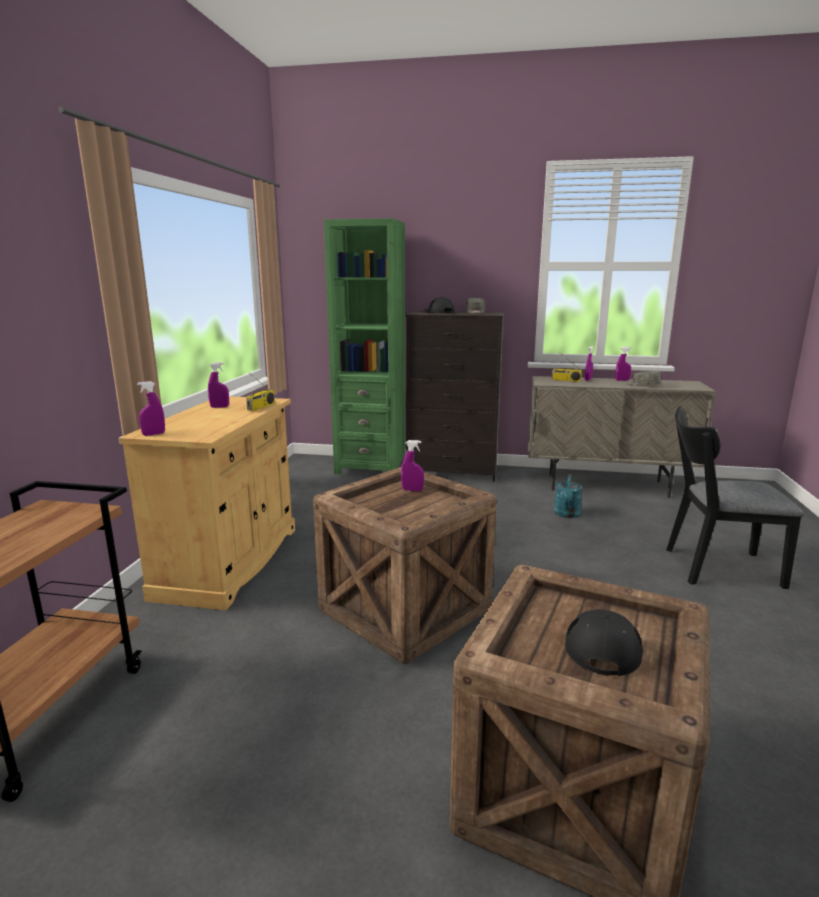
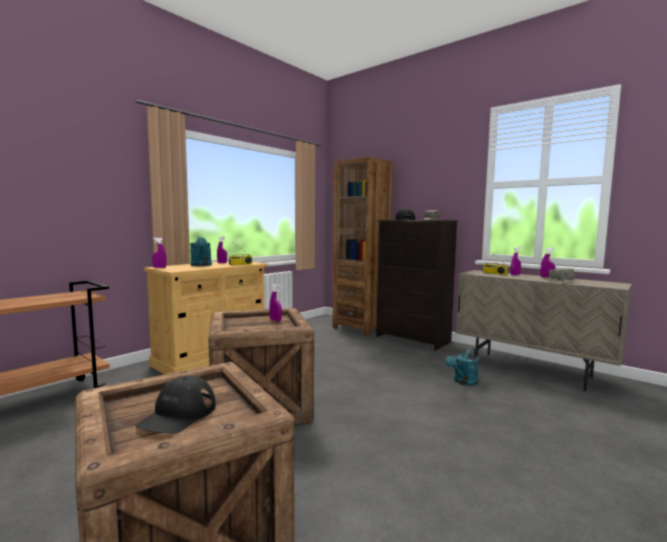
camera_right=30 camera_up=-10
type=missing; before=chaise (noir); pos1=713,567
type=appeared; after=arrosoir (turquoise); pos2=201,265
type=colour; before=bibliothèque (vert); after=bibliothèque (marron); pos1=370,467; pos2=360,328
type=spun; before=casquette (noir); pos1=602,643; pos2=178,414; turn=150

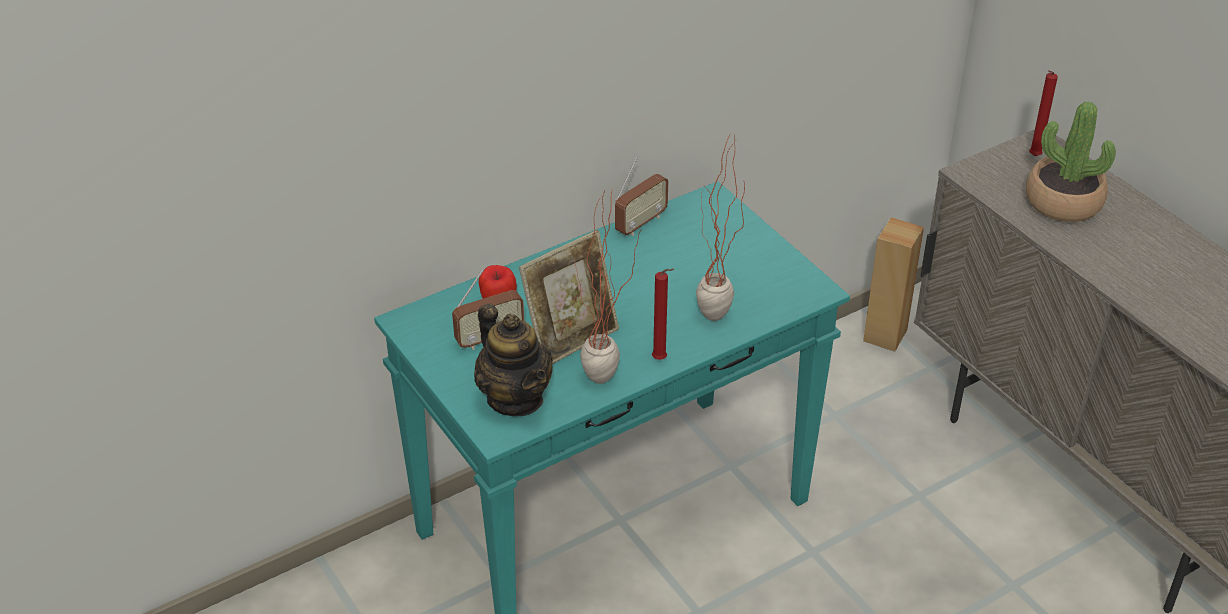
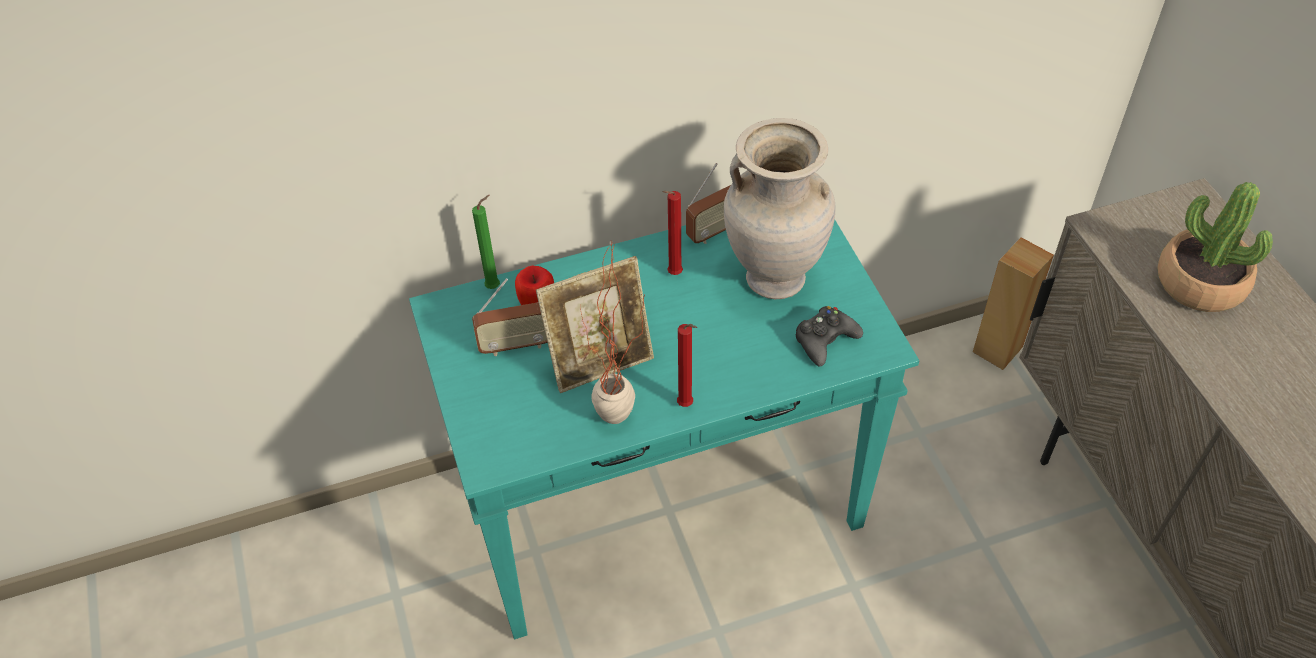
camera_right=15 camera_up=10
type=missing; before=théière; pos1=515,398
type=missing; before=plante en pot; pos1=714,324
type=appeared; after=bougie (vert); pos2=495,286
type=appeared; after=vase (beige); pos2=774,278
type=appeared; after=manette (noir); pos2=825,340
type=relocated; before=bougie (rouge); pos1=1033,157; pos2=672,274

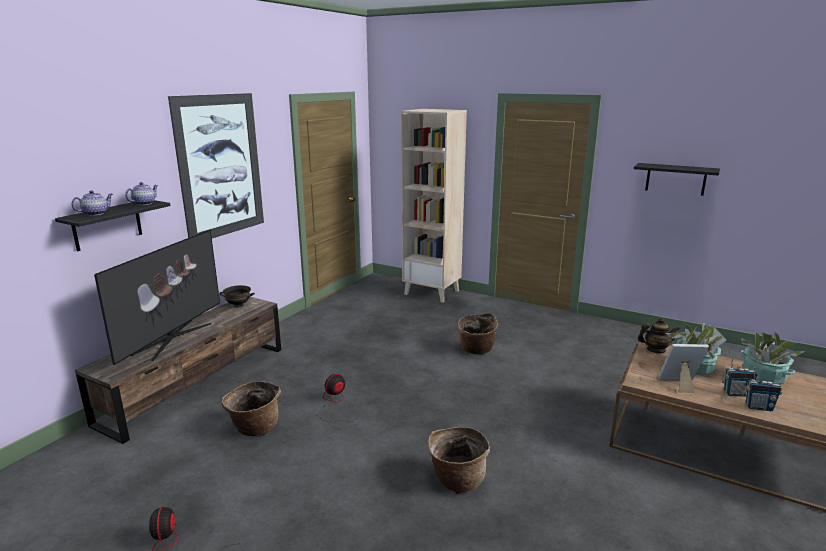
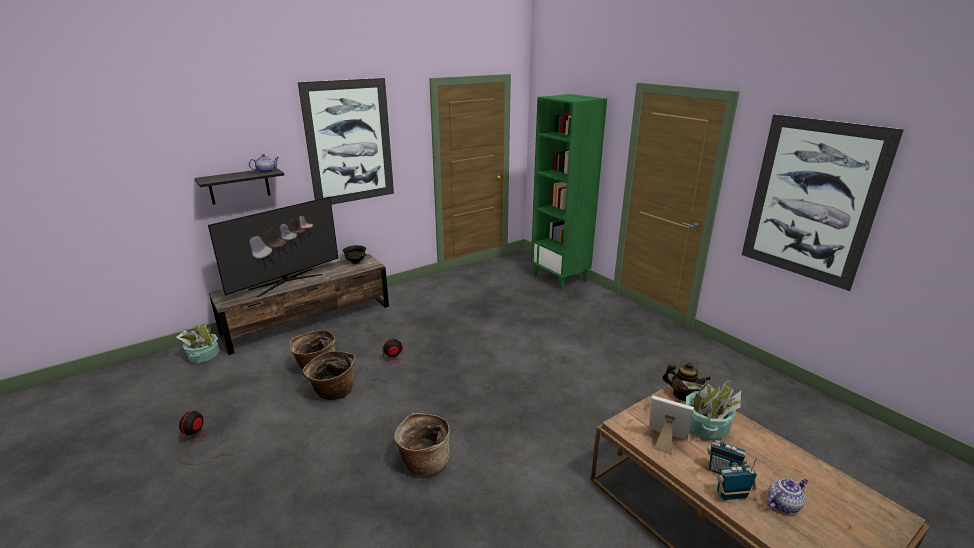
camera_right=25 camera_up=5
type=relocated; before=théière; pos1=96,213; pos2=783,504
type=relocated; before=panier; pos1=476,350; pos2=333,392
type=relocated; before=plante en pot; pos1=762,377; pos2=204,356
type=exchanged; before=étagère (noir); after=tableau; pos1=675,179; pos2=811,200
type=colour; before=bibliothèque (beige); after=bibliothèque (vert); pos1=432,292; pos2=560,278
type=spun; before=radio; pos1=758,407; pos2=732,495; turn=135

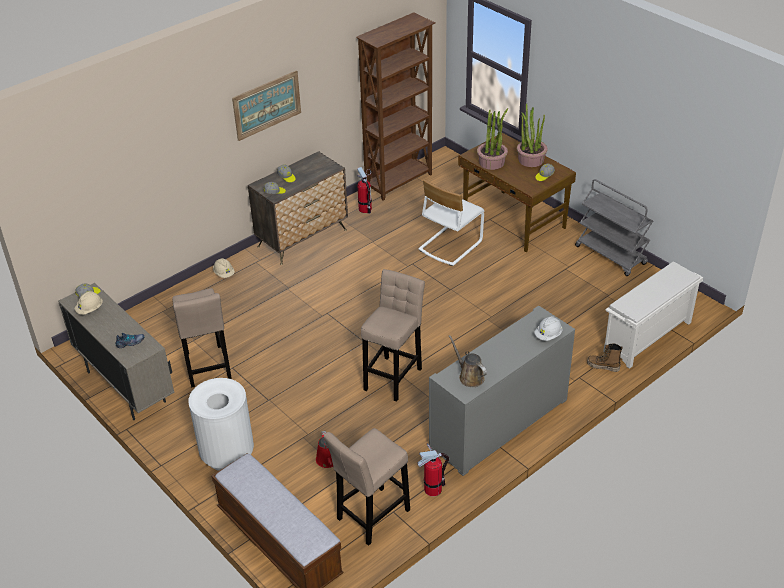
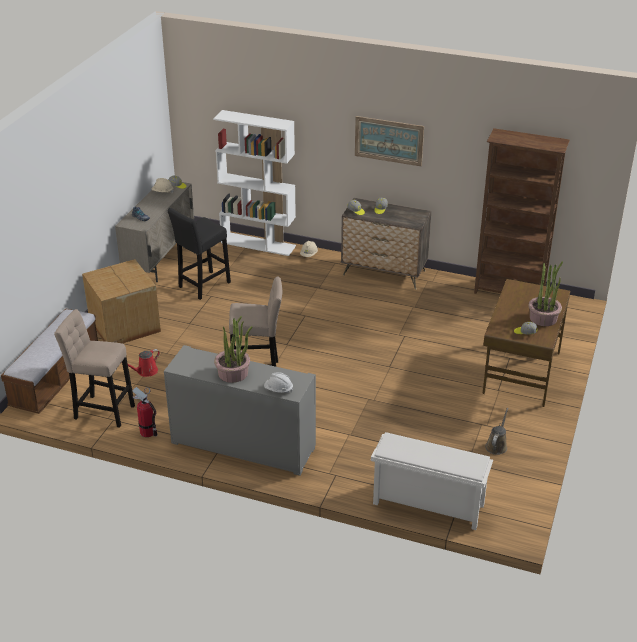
camera_right=60 camera_up=-5
type=missing; before=extincteur; pos1=365,209
type=missing; before=chaise (blanc); pos1=450,245
type=missing; before=chariot (gris); pos1=611,255
type=missing; before=botte; pos1=603,366
type=appeared; after=bibliothèque (blanc); pos2=259,244
type=relocated; before=arrosoir (marron); pos1=469,376; pos2=496,445
type=relocated; before=plante en pot; pos1=492,162; pos2=233,373
type=exchanged; before=poubelle (blanc); after=carton; pos1=227,454; pos2=124,326
type=colour; before=tabouret (beige); after=tabouret (noir); pos1=207,368; pos2=202,286

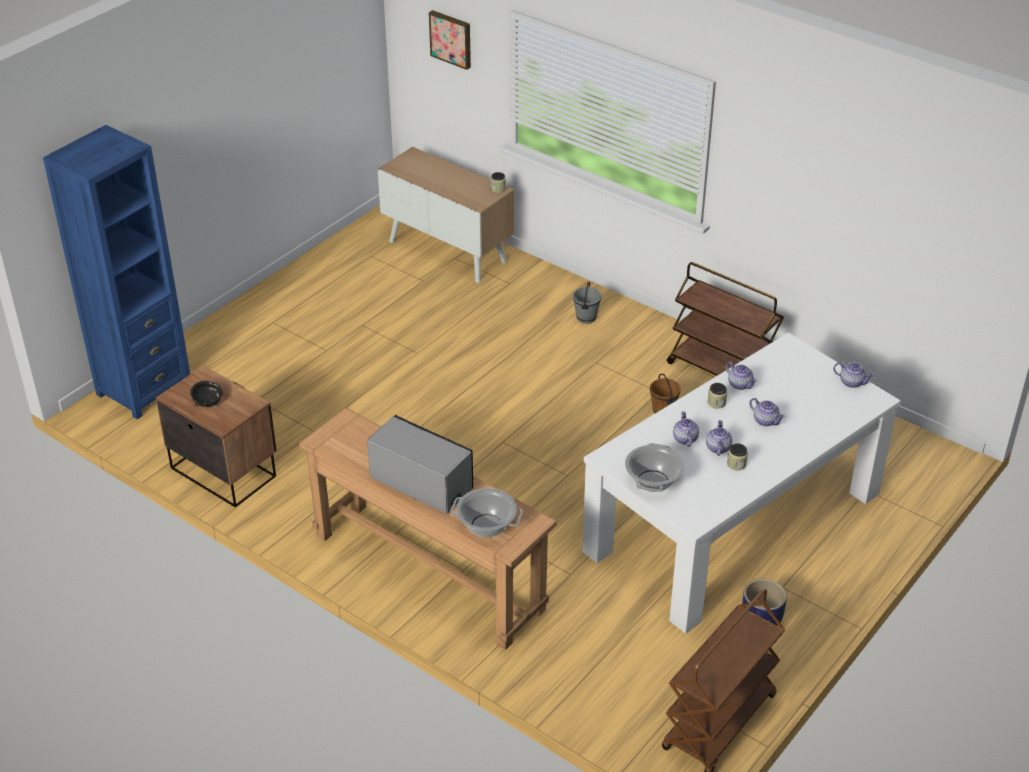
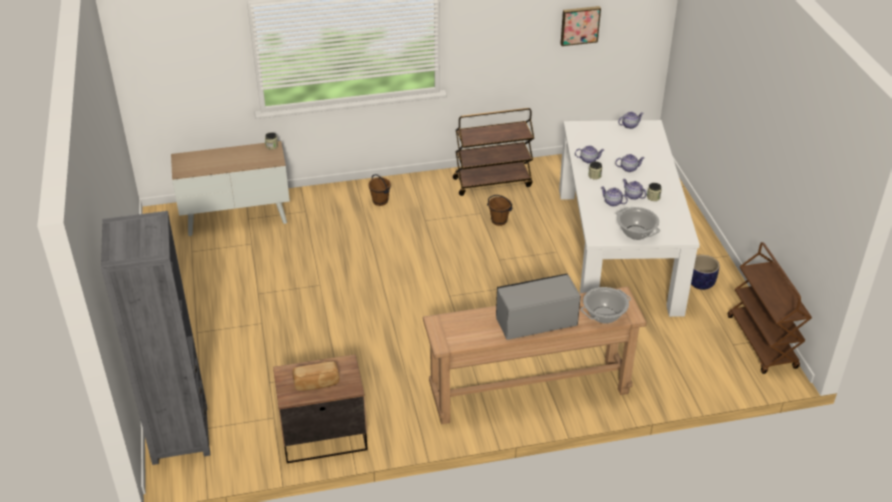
camera_right=-50 camera_up=0
type=relocated; before=tableau; pos1=451,39; pos2=579,25
type=exchanged; before=bol (noir); after=pain; pos1=207,401; pos2=316,383
type=colour; before=bibliothèque (bleu); after=bibliothèque (gris); pos1=144,388; pos2=180,434
type=colour; before=seau (gris); after=seau (marron); pos1=586,318; pos2=380,201

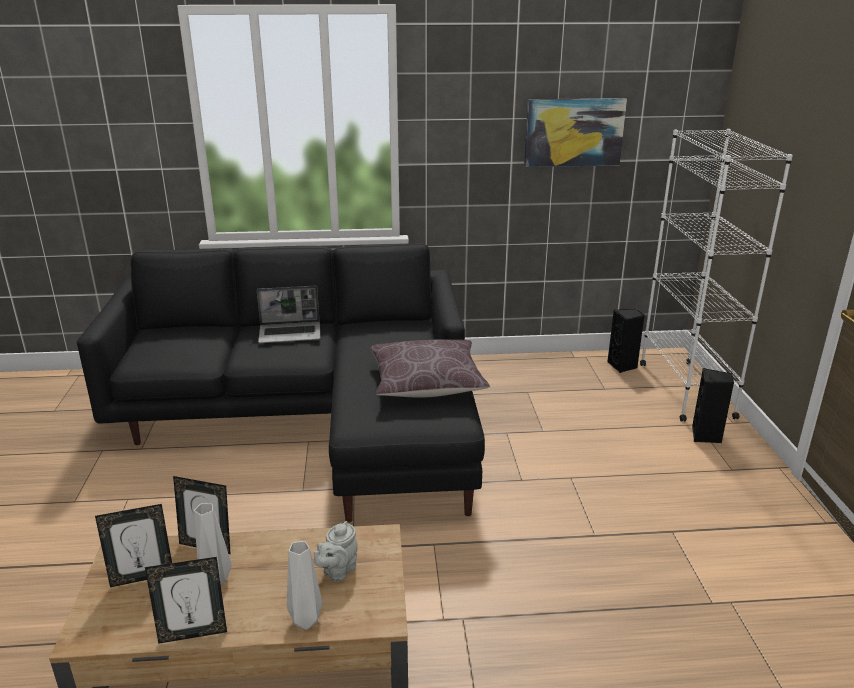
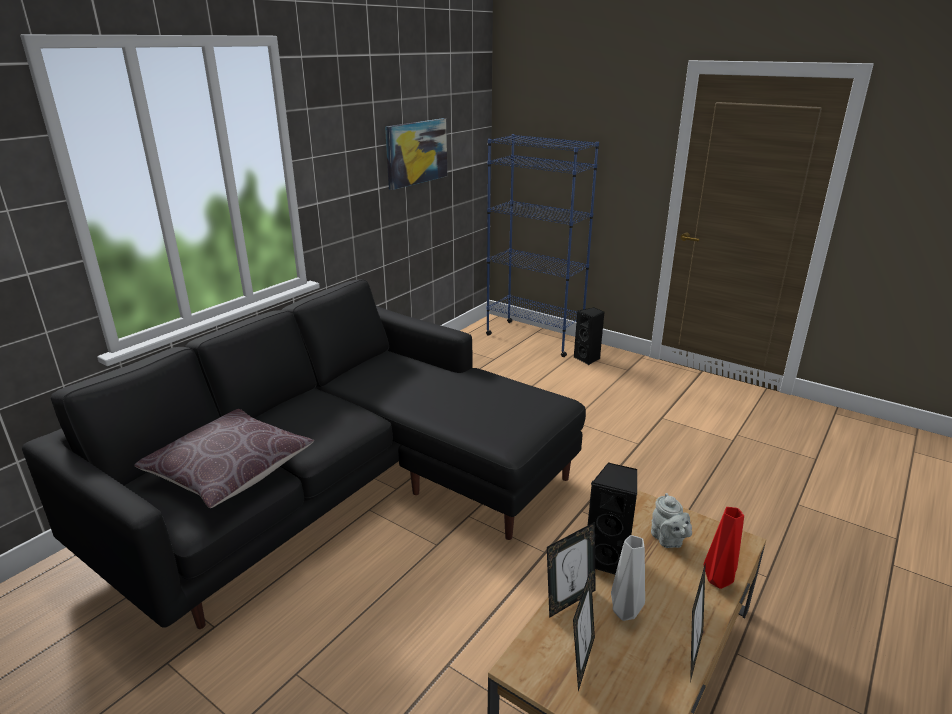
camera_right=-50 camera_up=0
type=missing; before=ordinateur portable; pos1=291,333
type=relocated; before=coussin (marron); pos1=427,383; pos2=230,471
type=relocated; before=enceinte (noir); pos1=623,366; pos2=608,559
type=colour; before=vase (gris); after=vase (rouge); pos1=307,622; pos2=719,580
type=colour; before=bibliothèque (blanc); after=bibliothèque (bleu); pos1=685,389; pos2=534,338

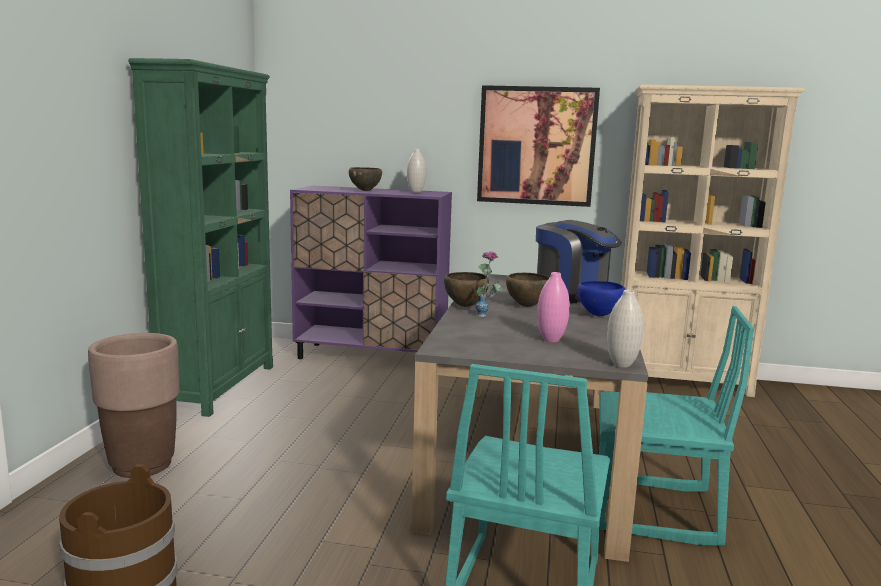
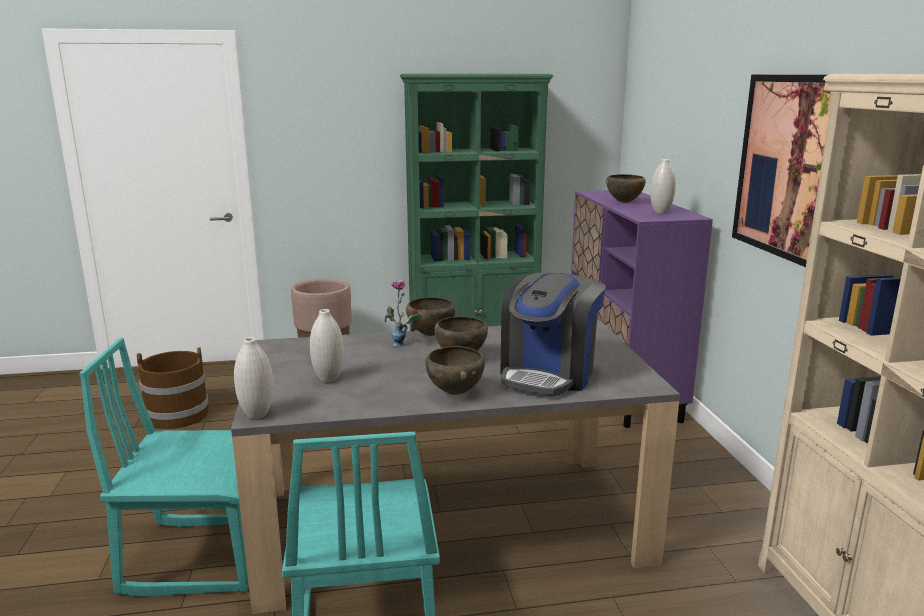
camera_right=70 camera_up=5
type=colour; before=vase (rose); after=vase (blanc); pos1=551,340; pos2=328,379
type=colour; before=bol (bleu); after=bol (marron); pos1=598,315; pos2=455,393

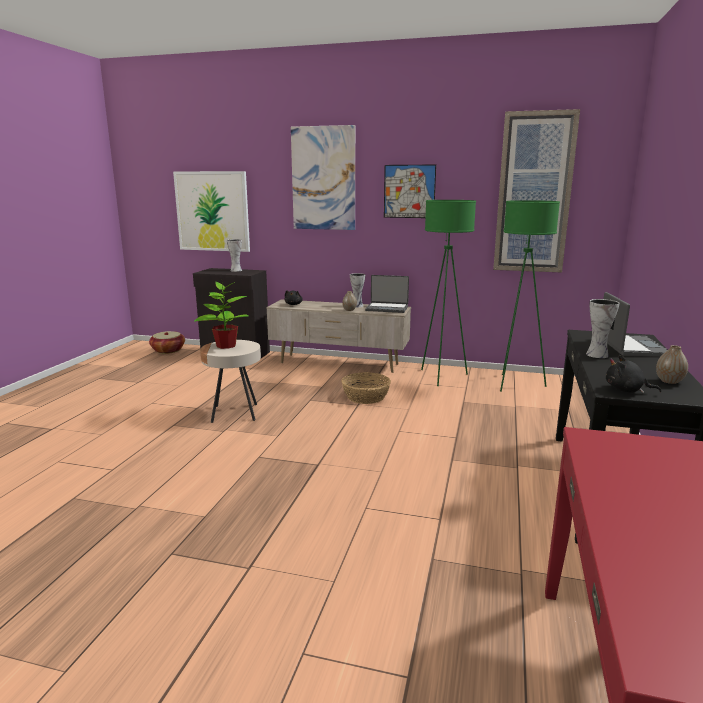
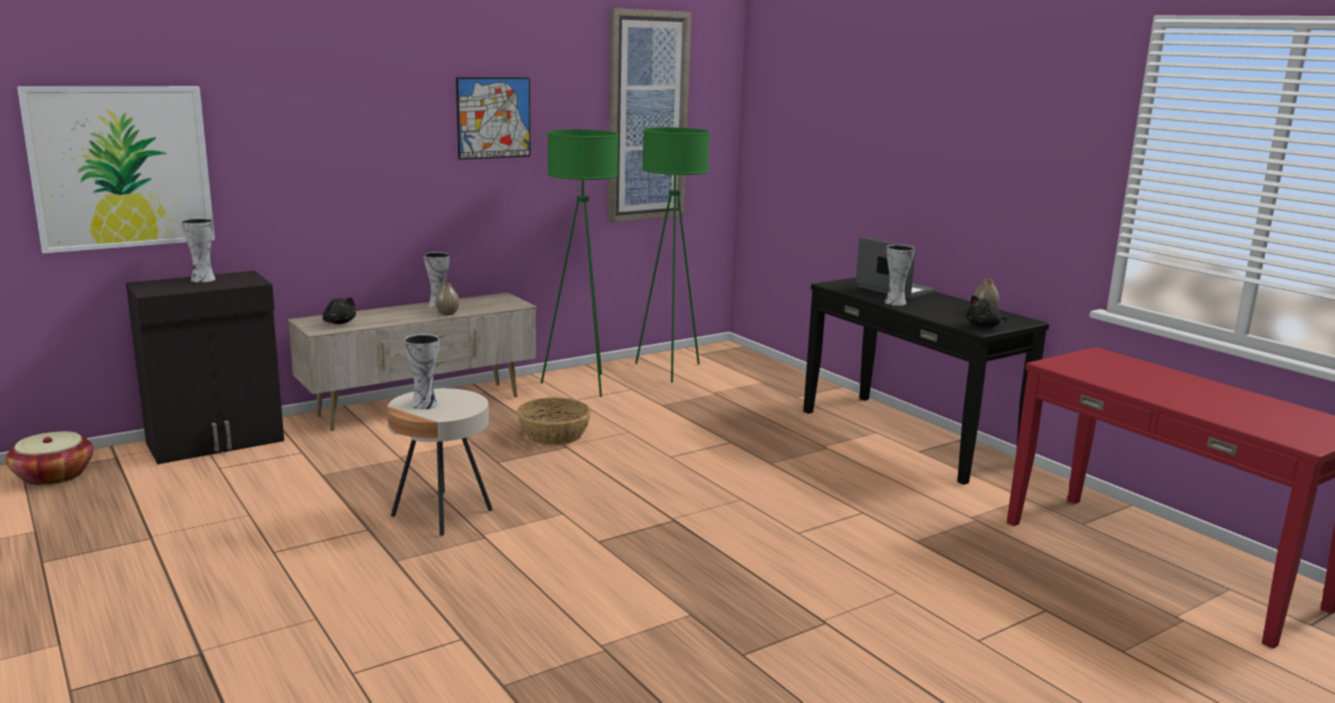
camera_right=-50 camera_up=0
type=missing; before=tableau; pos1=323,178
type=missing; before=ordinateur portable; pos1=387,308
type=exchanged; before=plante en pot; after=vase; pos1=225,346; pos2=425,404

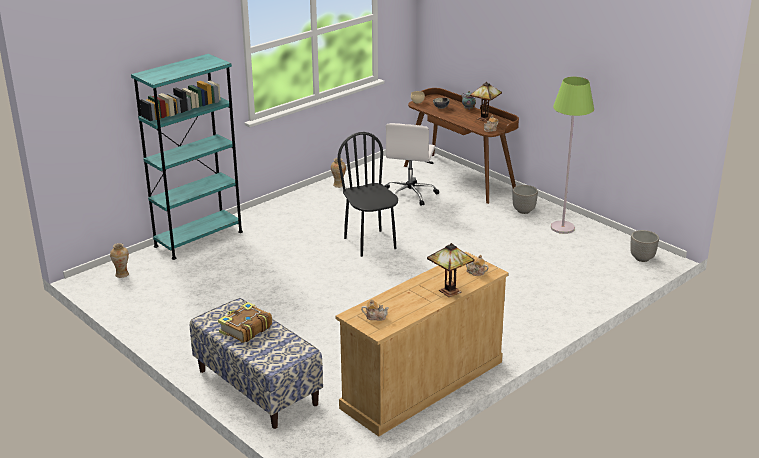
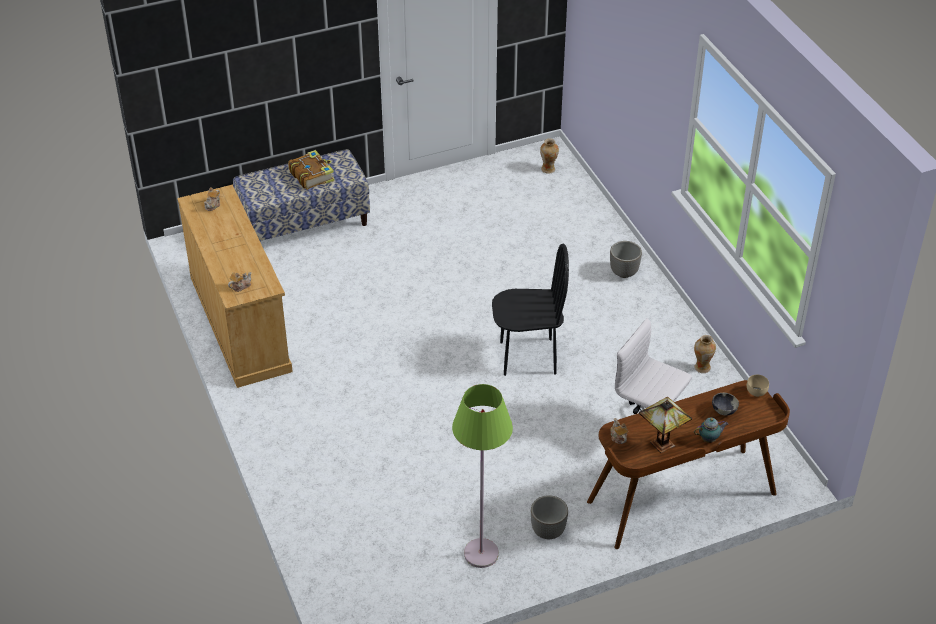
camera_right=110 camera_up=15
type=missing; before=bibliothèque (turquoise); pos1=198,239
type=missing; before=lampe de table; pos1=449,292
type=relocated; before=cache-pot; pos1=642,258; pos2=623,272

